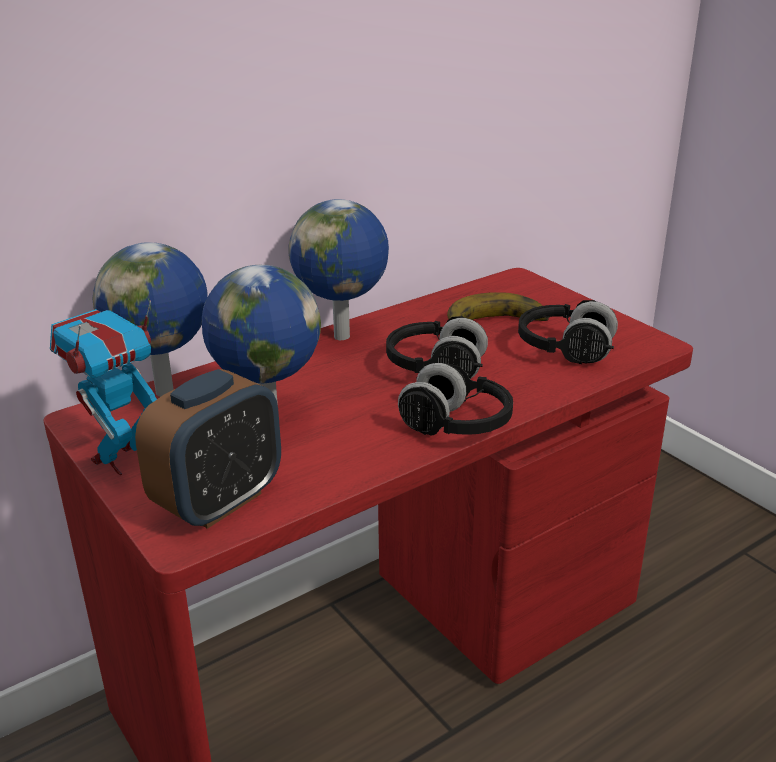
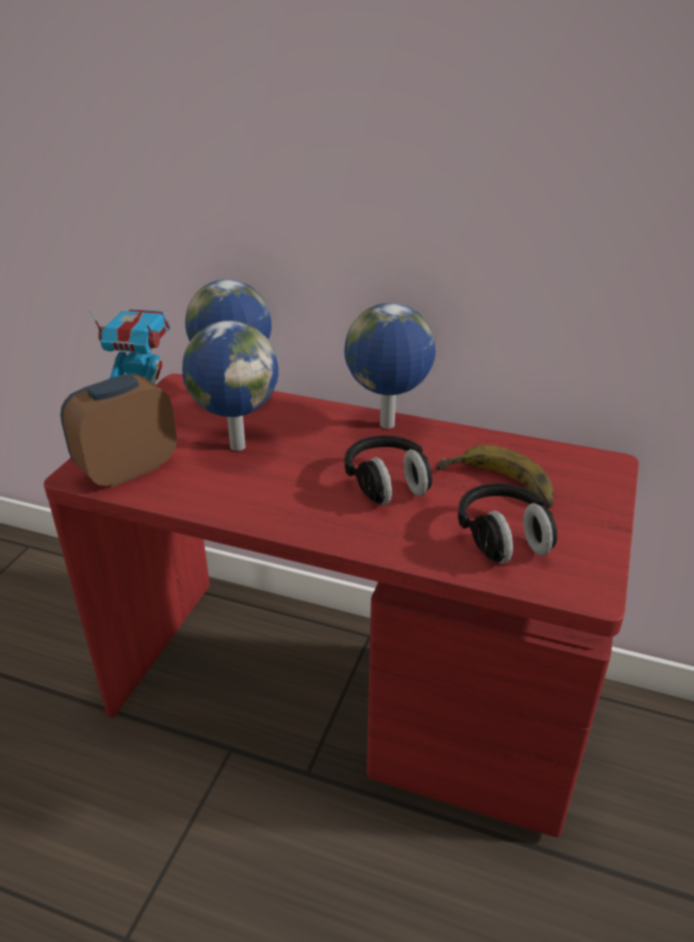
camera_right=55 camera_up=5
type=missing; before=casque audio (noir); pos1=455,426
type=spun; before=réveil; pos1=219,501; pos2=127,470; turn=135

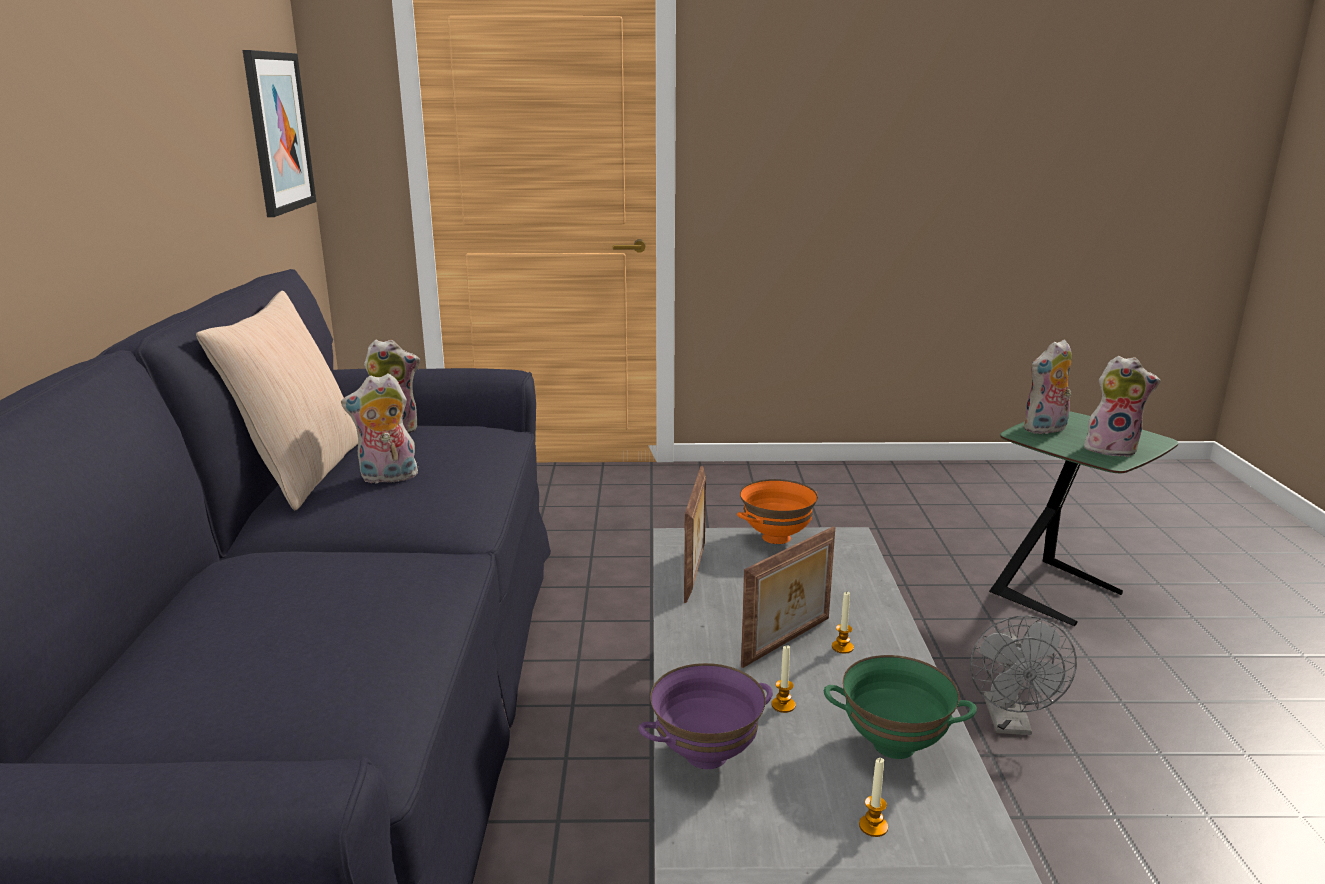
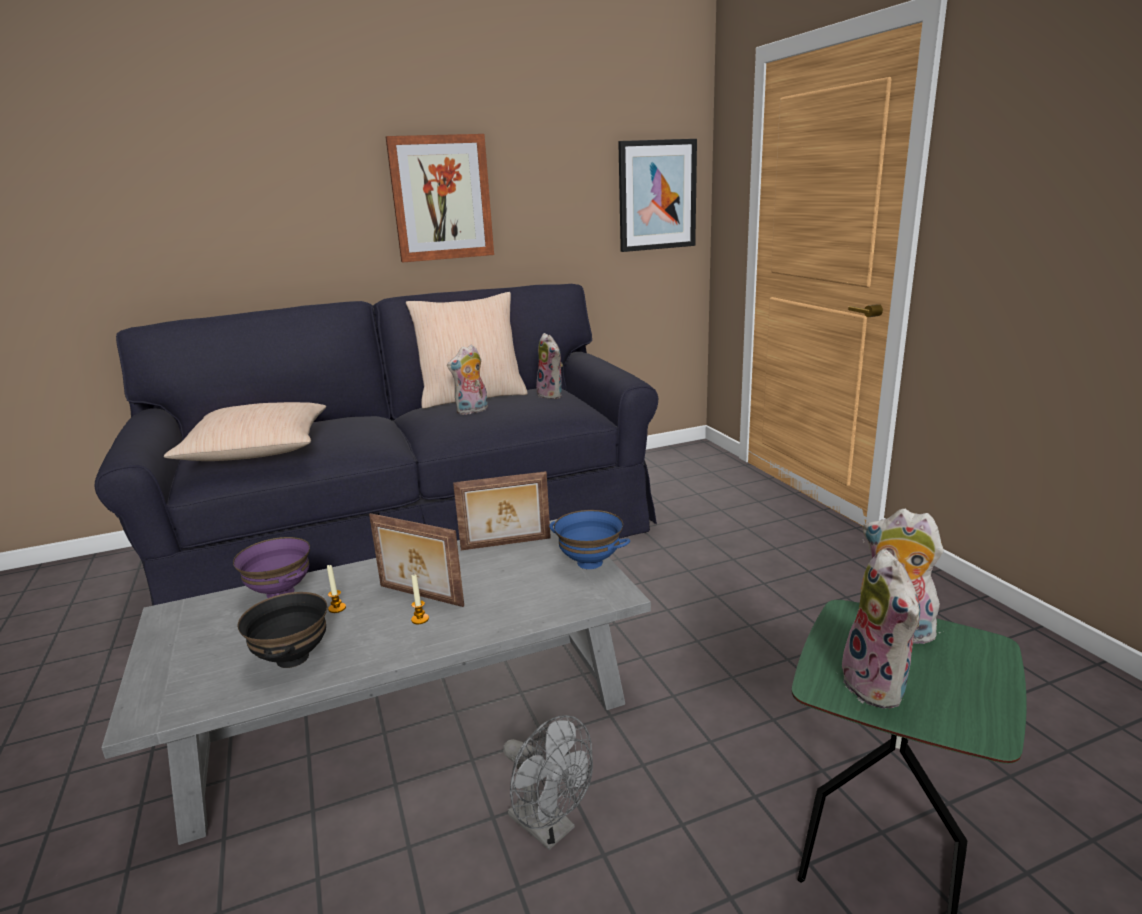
camera_right=70 camera_up=0
type=missing; before=bougie; pos1=873,826
type=appeared; after=coussin (beige); pos2=257,450
type=appeared; after=tableau; pos2=441,198
type=colour; before=bol (orange); after=bol (bleu); pos1=776,537; pos2=590,562
type=colour; before=bol (vert); after=bol (noir); pos1=894,744; pos2=293,658
type=spun; before=peluche; pos1=387,478; pos2=472,411; turn=-90
type=spun; before=ventilateur (gris); pos1=1010,723; pos2=549,828; turn=-120

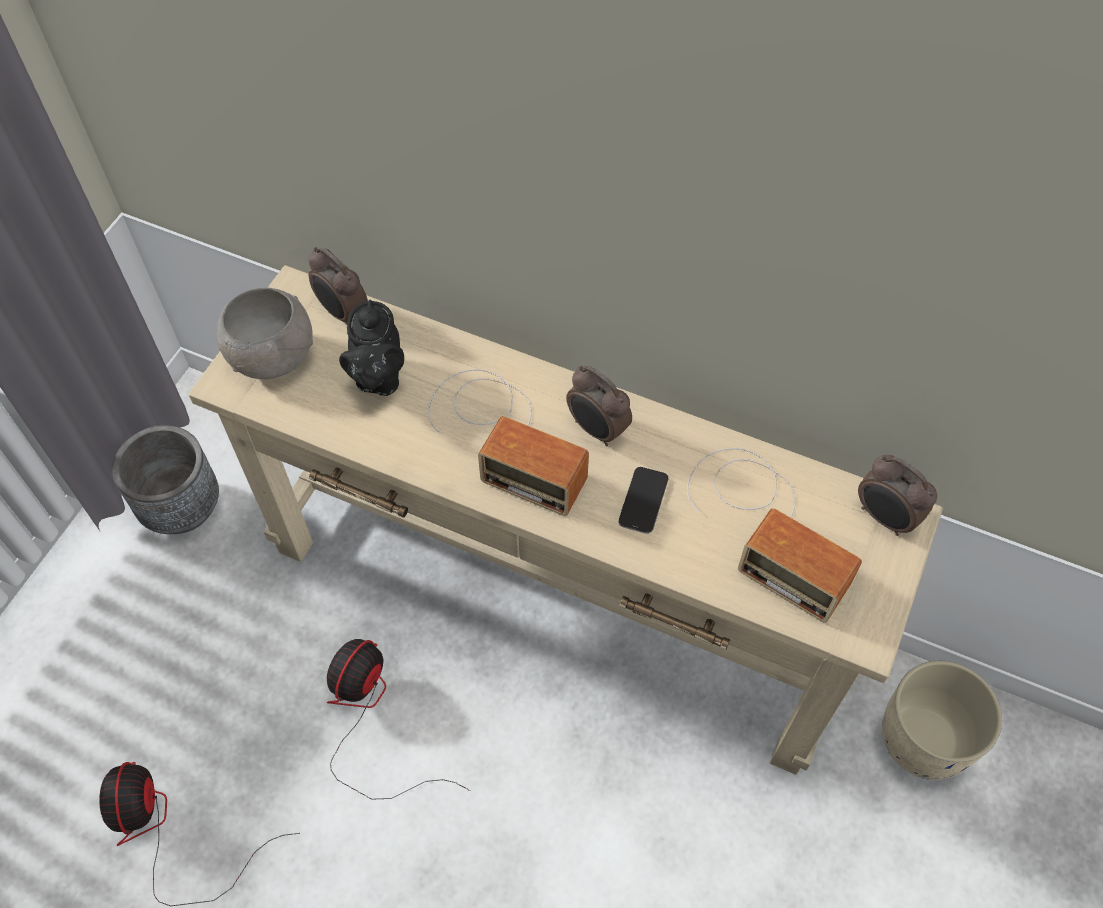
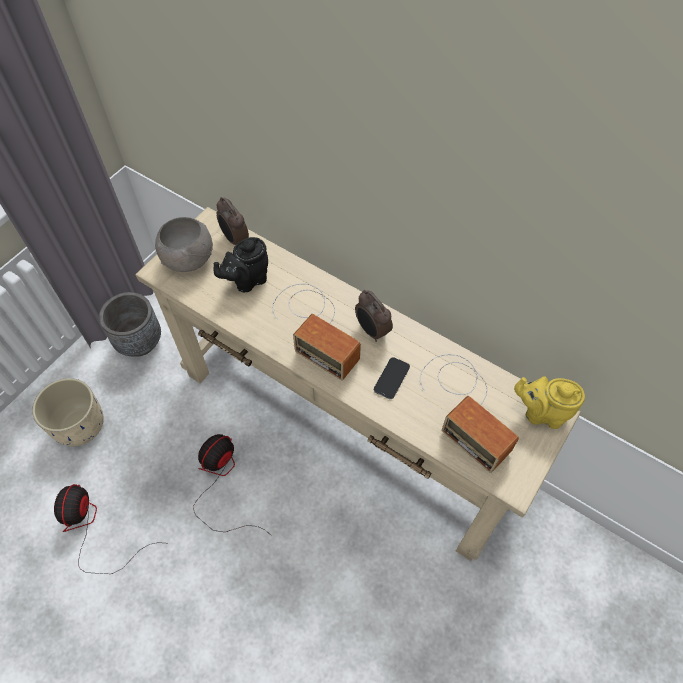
camera_right=10 camera_up=0
type=relocated; before=cache-pot (beige); pos1=924,738; pos2=81,425
type=exchanged; before=réveil; after=théière (jaune); pos1=884,518; pos2=541,413
type=spun; before=théière (noir); pos1=378,378; pos2=247,280; turn=45

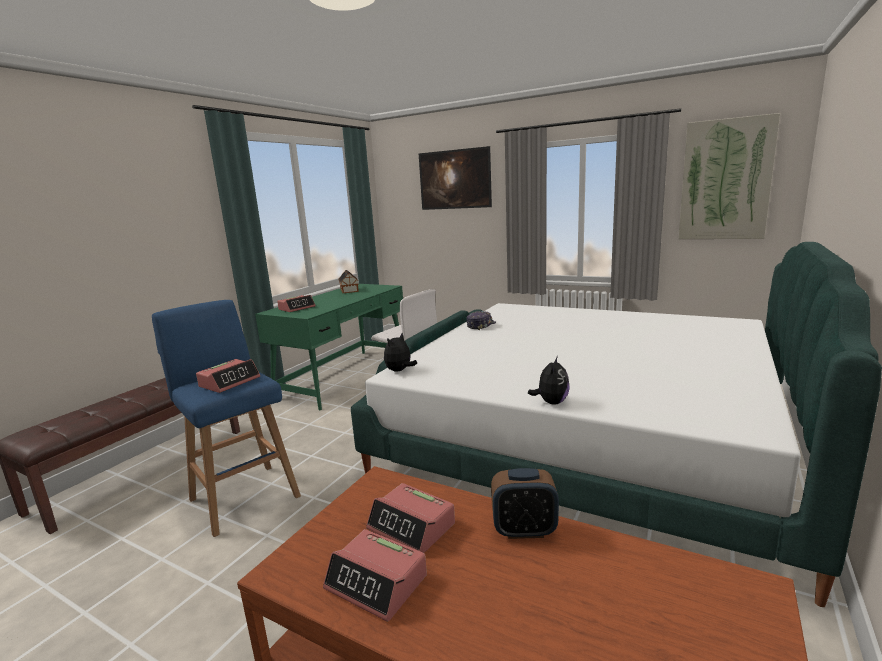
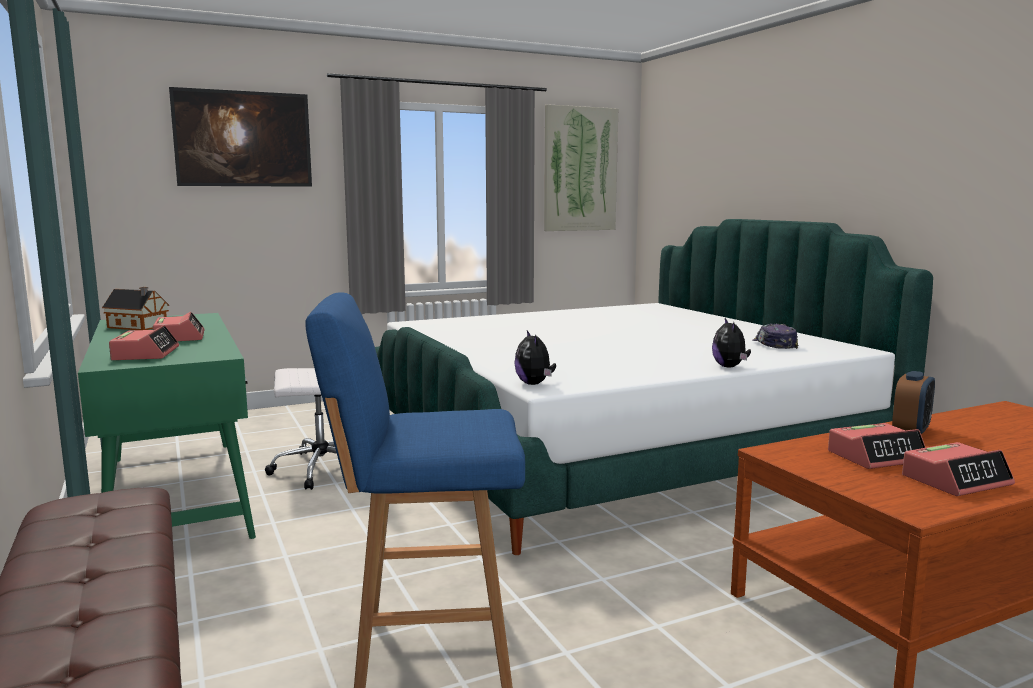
camera_right=-55 camera_up=-5
type=relocated; before=réveil; pos1=230,382; pos2=180,337
type=relocated; before=casquette; pos1=480,325; pos2=774,345
type=spun; before=peluche; pos1=551,402; pos2=730,367; turn=-150

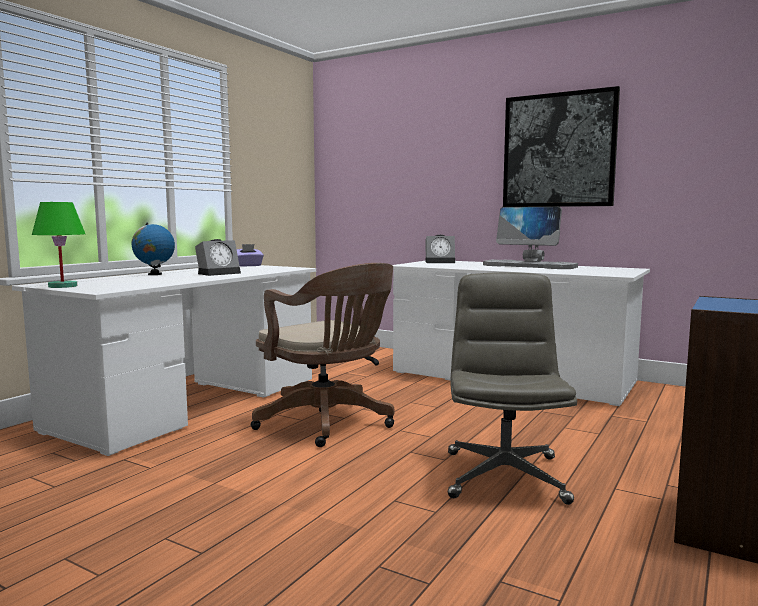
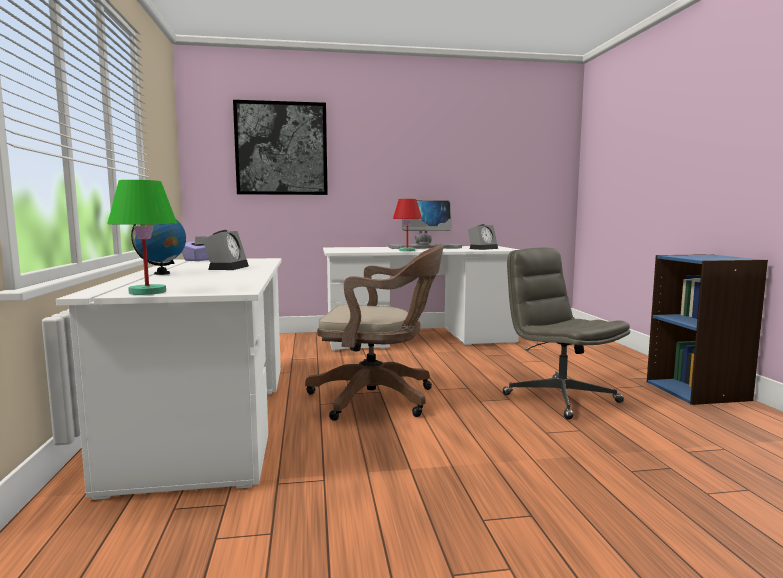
camera_right=-40 camera_up=0
type=appeared; after=lampe de table (rouge); pos2=407,250
type=relocated; before=réveil; pos1=440,262; pos2=483,248
type=relocated; before=tableau; pos1=558,150; pos2=281,148

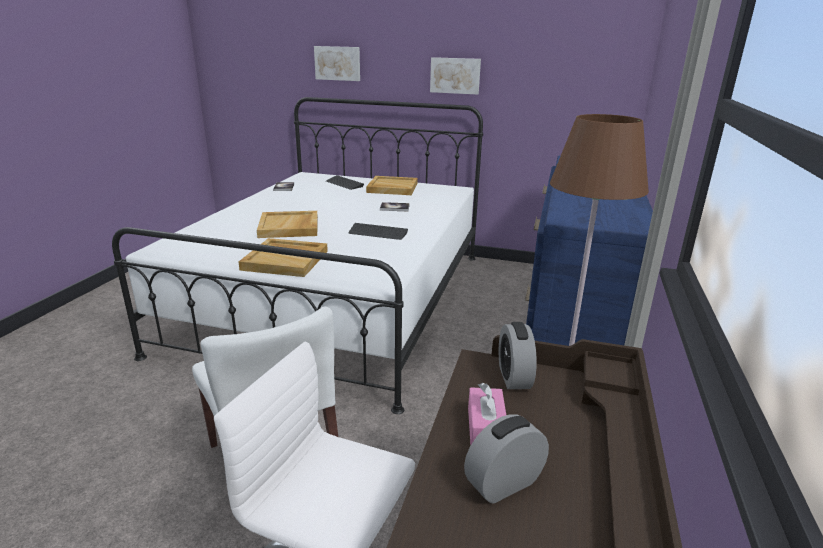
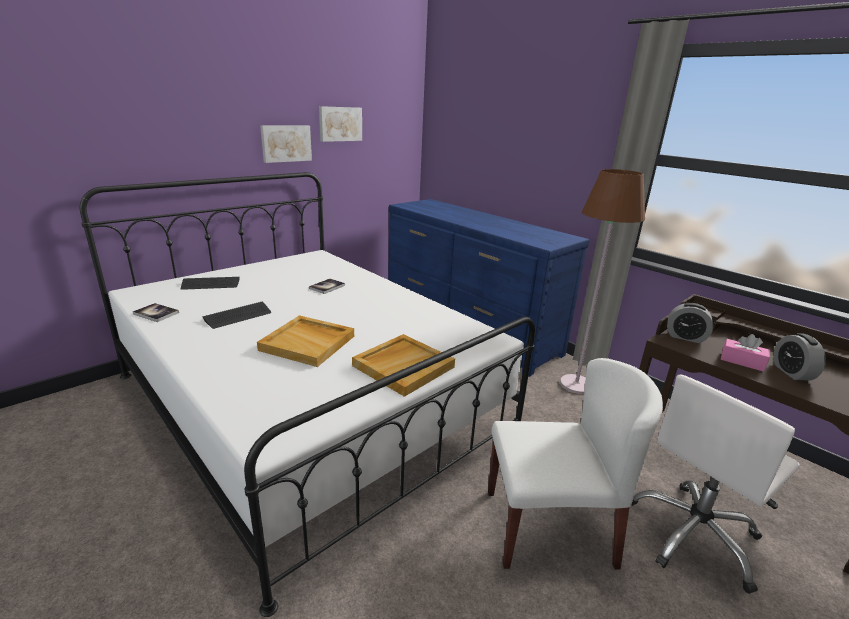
camera_right=-60 camera_up=0
type=missing; before=plateau (beige); pos1=392,188
type=relocated; before=tableau; pos1=338,63; pos2=340,124
type=relocated; before=clavier; pos1=378,233; pos2=238,316

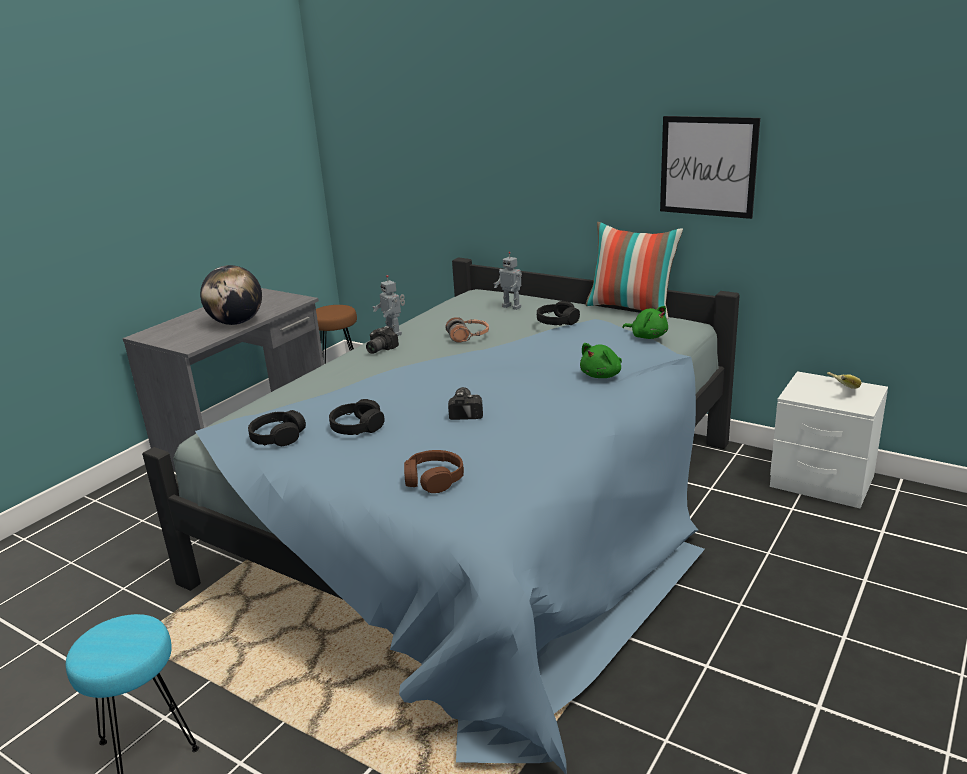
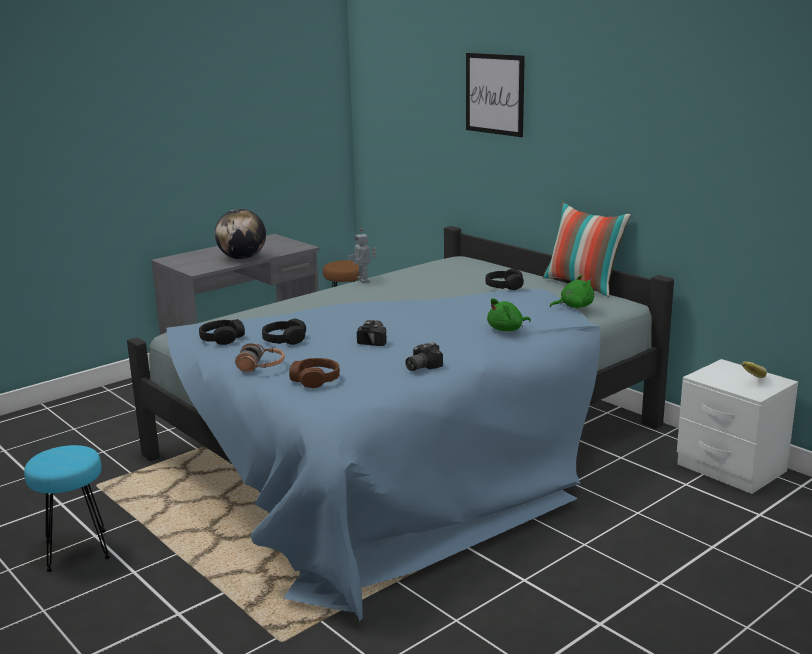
camera_right=15 camera_up=-5
type=missing; before=robot jouet; pos1=512,306
type=relocated; before=appareil photo; pos1=379,349; pos2=420,367
type=relocated; before=casque audio; pos1=468,337; pos2=261,367
type=relocated; before=tableau; pos1=708,166; pos2=495,94
type=spun; before=peluche (vert); pos1=647,336; pos2=574,306; turn=-75

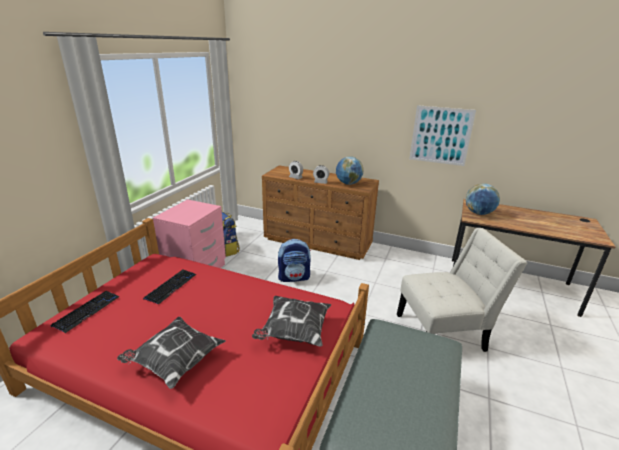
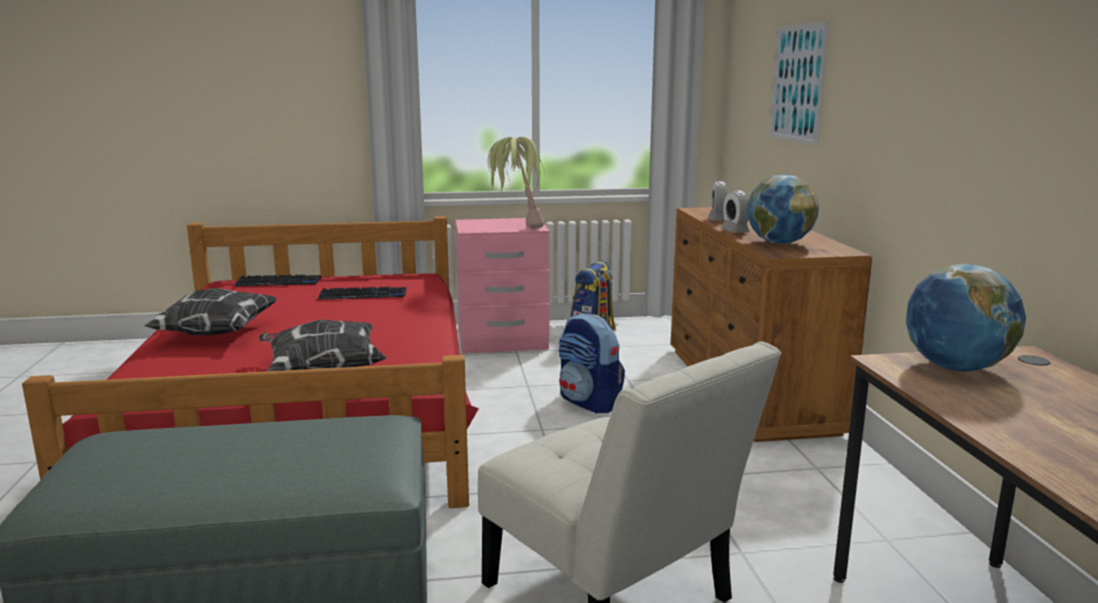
camera_right=60 camera_up=-10
type=appeared; after=plante en pot; pos2=516,226
type=relocated; before=tableau; pos1=440,135; pos2=797,83

